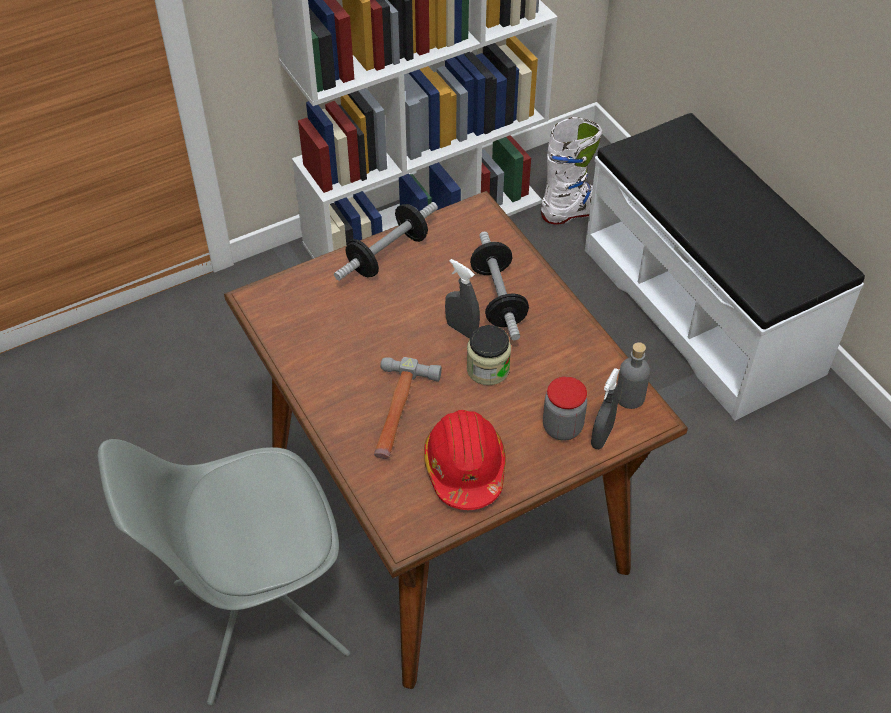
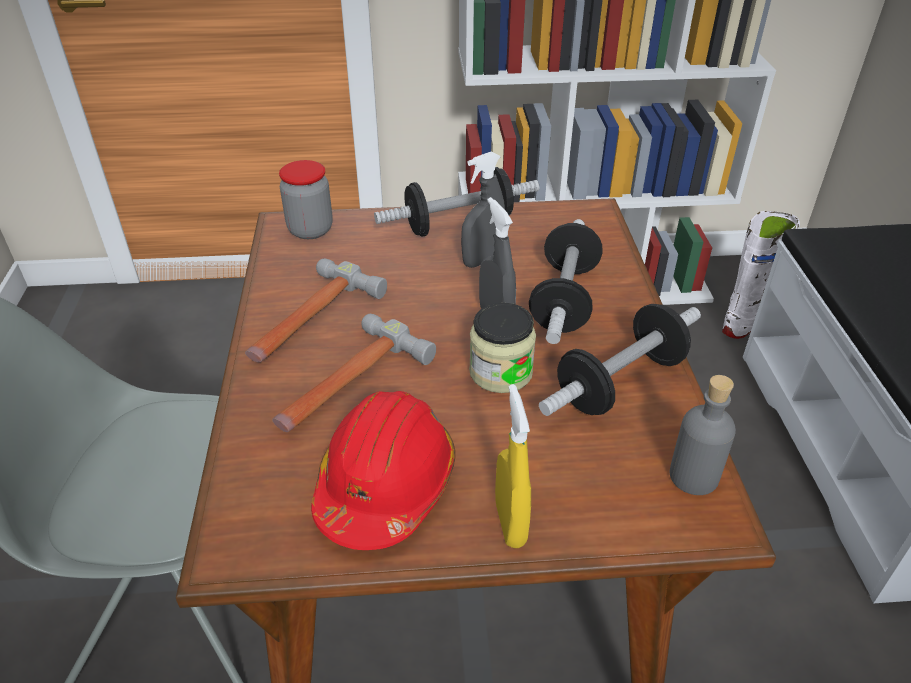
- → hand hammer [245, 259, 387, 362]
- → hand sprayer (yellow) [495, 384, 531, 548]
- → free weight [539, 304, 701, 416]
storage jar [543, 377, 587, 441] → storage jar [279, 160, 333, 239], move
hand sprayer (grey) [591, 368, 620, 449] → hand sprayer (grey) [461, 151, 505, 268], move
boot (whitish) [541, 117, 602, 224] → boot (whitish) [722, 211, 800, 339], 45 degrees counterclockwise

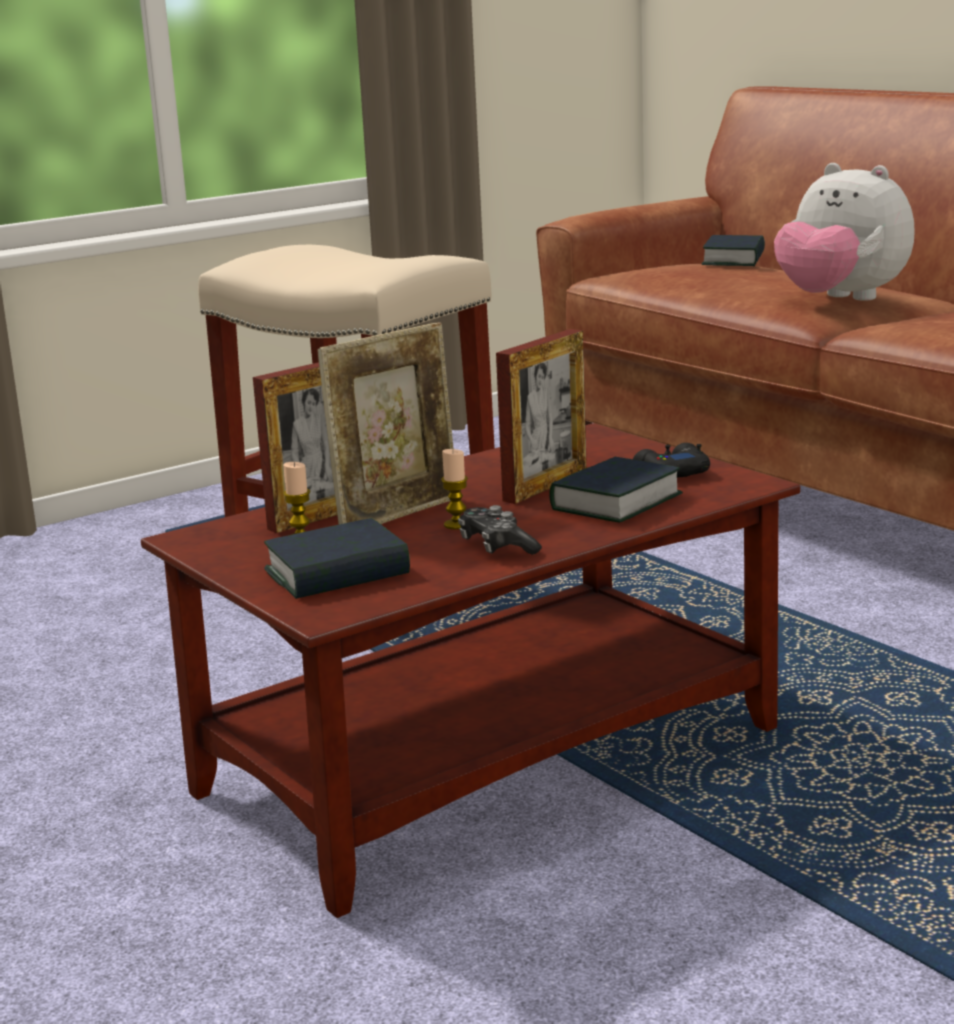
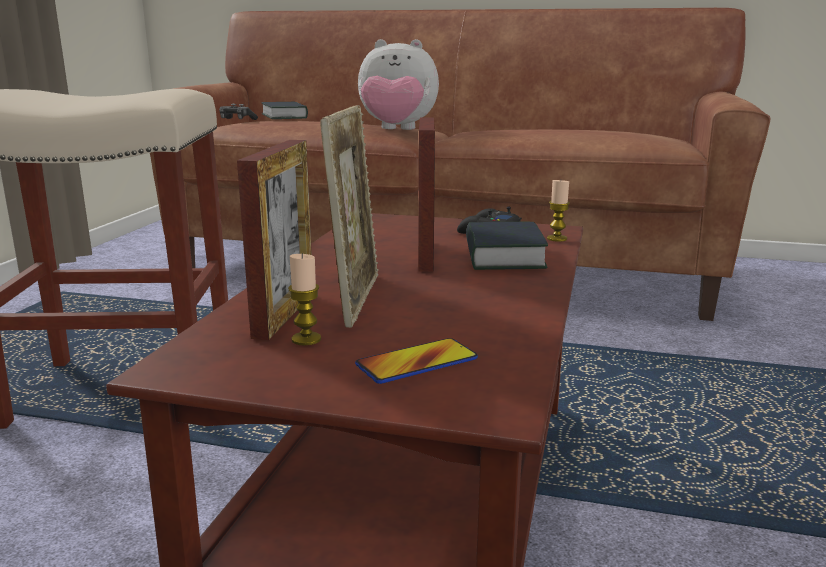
wax candle [441, 449, 468, 530] → wax candle [547, 180, 570, 242], move
gamepad [458, 505, 542, 555] → gamepad [219, 104, 258, 120], move
bound book [264, 518, 410, 599] → phone [355, 338, 478, 384]

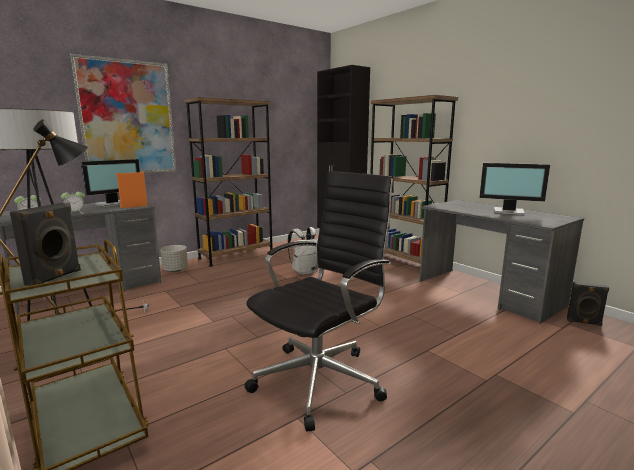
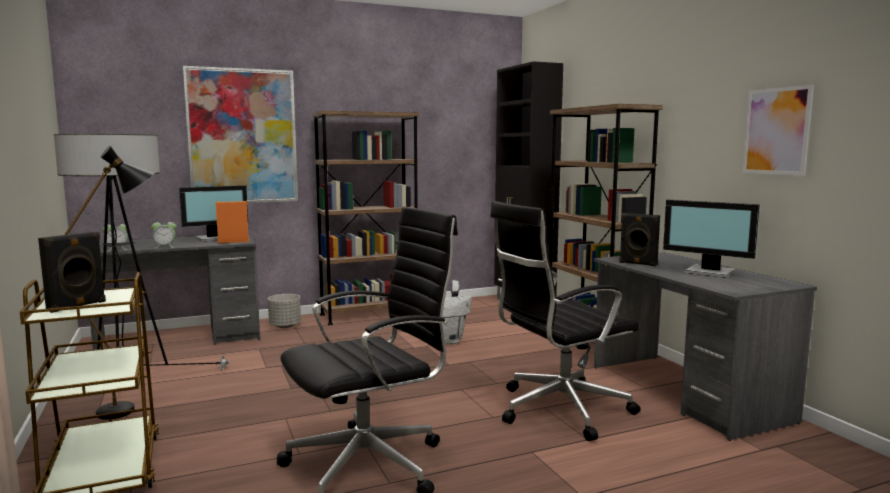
- → computer chair (black) [490, 201, 641, 441]
- → wall picture [742, 85, 814, 176]
loudspeaker (black) [567, 282, 609, 326] → loudspeaker (black) [619, 213, 660, 266], move

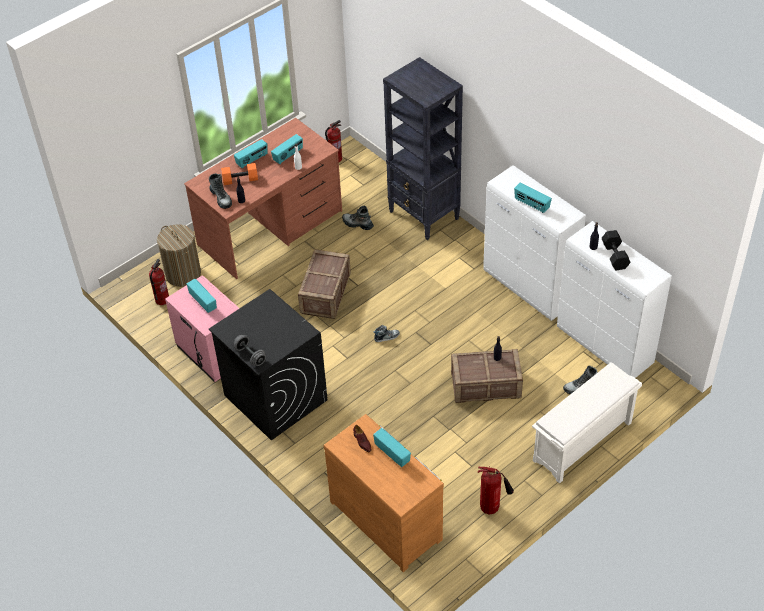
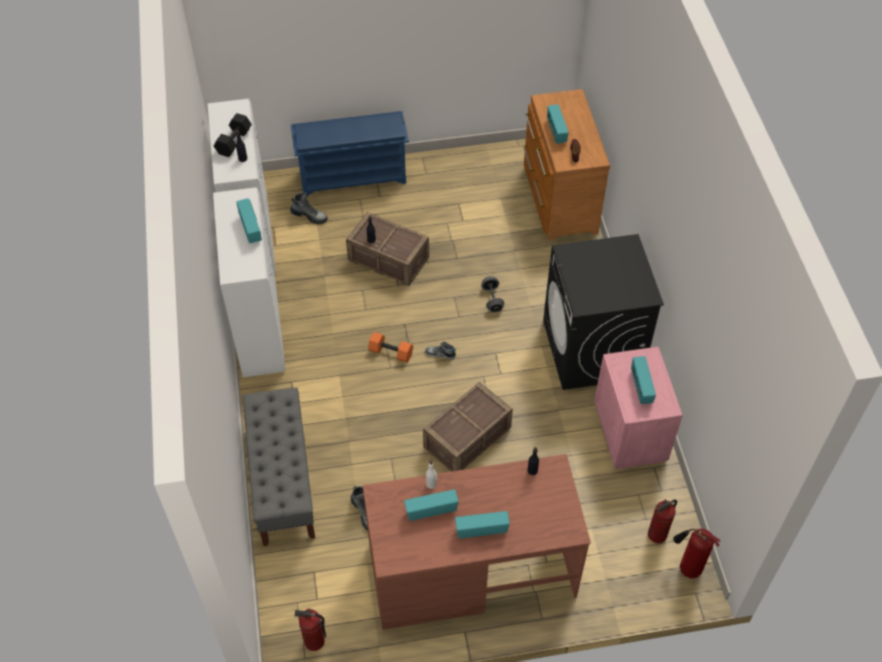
hamper [157, 224, 201, 287] → -
boot [209, 173, 232, 209] → -
free weight (orangey) [221, 163, 258, 185] → free weight (orangey) [368, 332, 413, 363], move
free weight (grey) [233, 335, 266, 366] → free weight (grey) [481, 276, 504, 312], move
fire extinguisher [478, 466, 514, 514] → fire extinguisher [673, 529, 721, 578], move
shelving unit (black) [383, 57, 463, 240] → long seat (grey) [243, 388, 315, 546]
shoe shelf (whitish) [532, 362, 642, 484] → shoe shelf (blue-coloured) [291, 111, 409, 196]

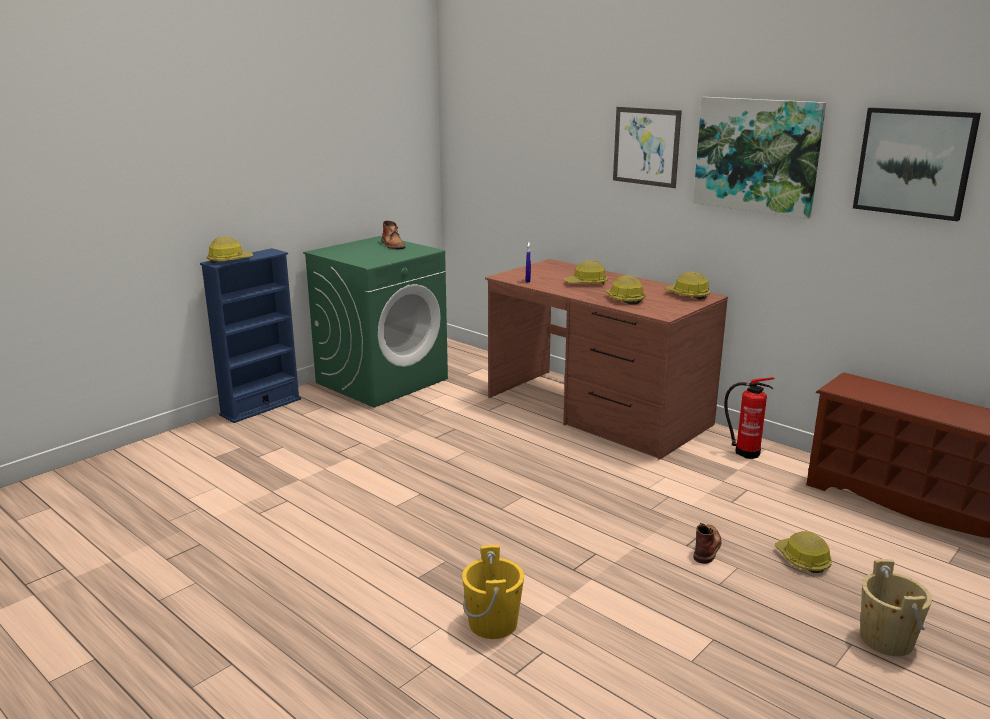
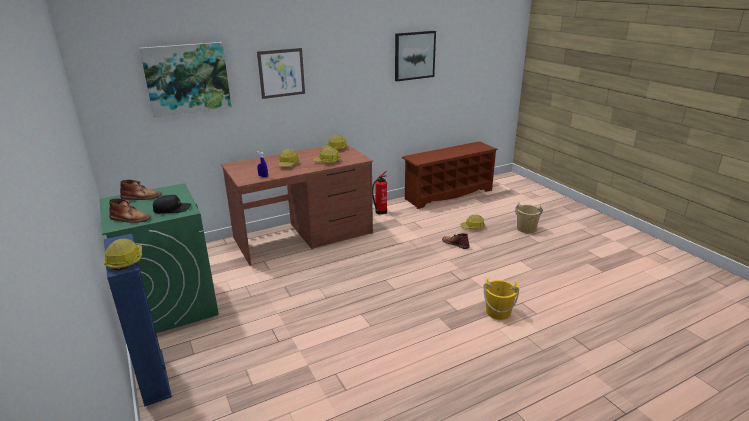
- → boot (brown-coloured) [109, 198, 151, 223]
- → cap (black) [153, 195, 191, 214]
wall picture [693, 97, 826, 219] → wall picture [139, 42, 232, 117], move

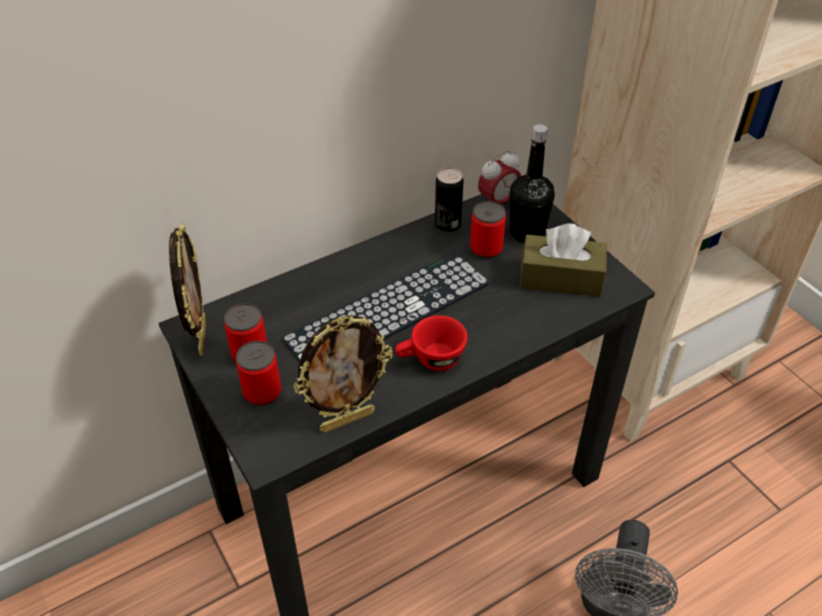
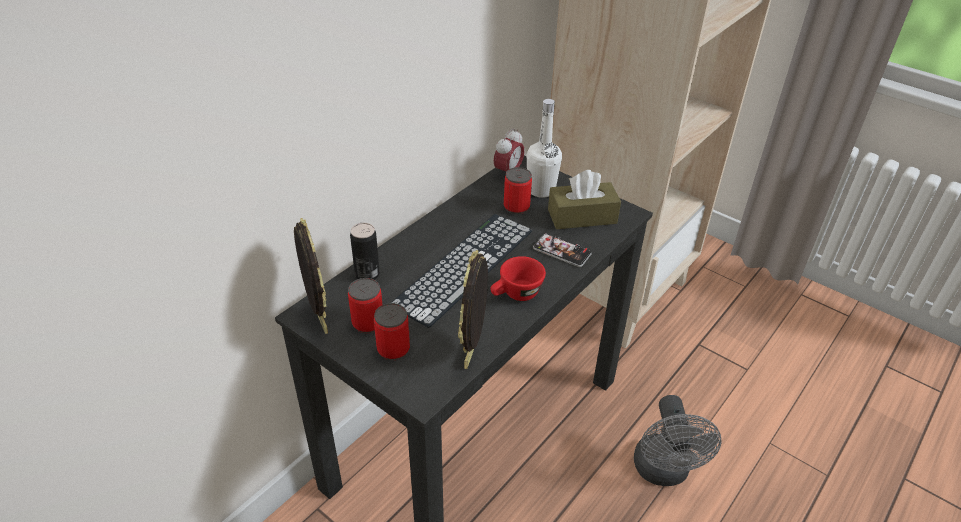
- → phone [533, 233, 592, 267]
metal can [435, 167, 464, 232] → metal can [350, 223, 380, 280], move
drink bottle (black) [510, 124, 555, 243] → drink bottle (whitish) [527, 99, 562, 198]
photo frame [294, 315, 393, 433] → photo frame [458, 250, 488, 369], 150 degrees clockwise

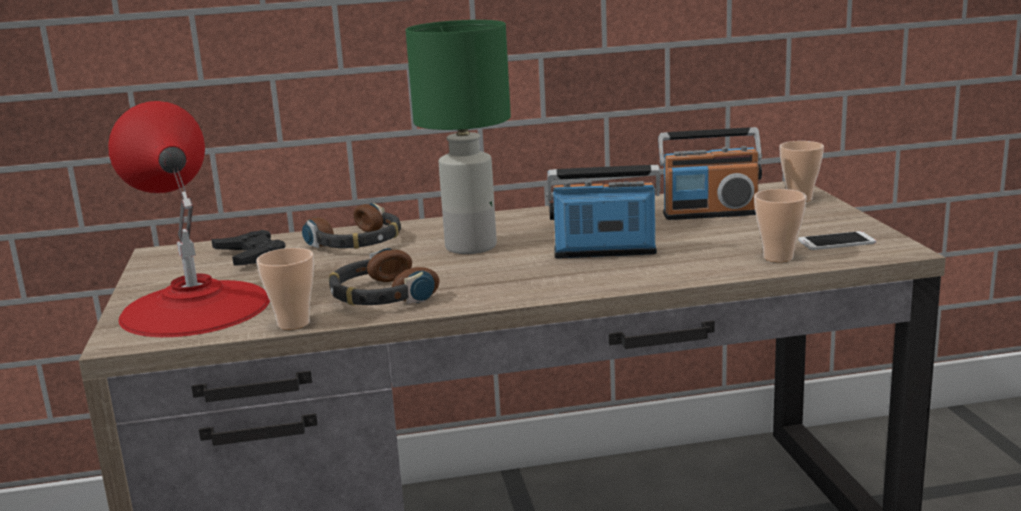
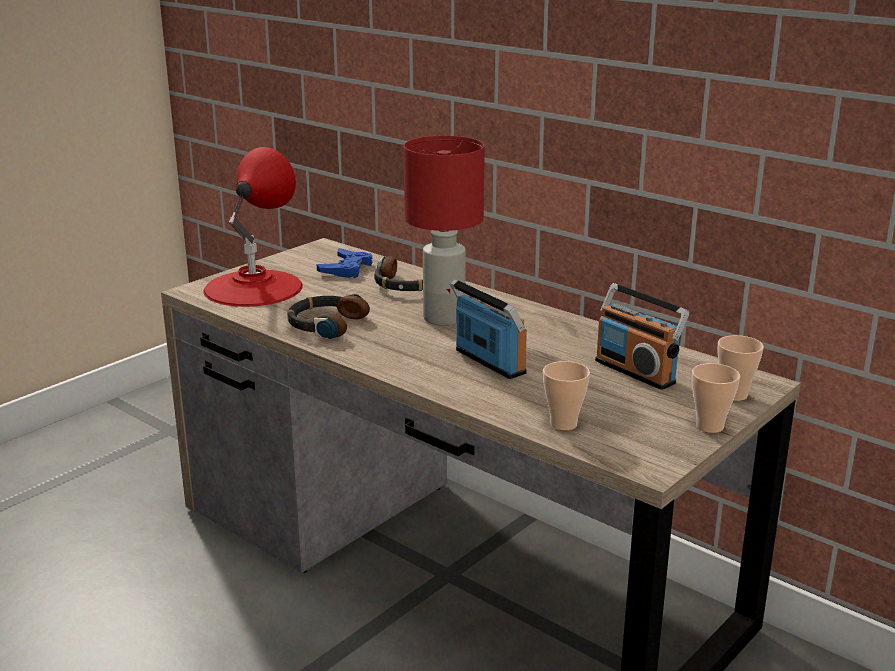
phone [798, 231, 876, 250] → -
drinking cup [256, 248, 314, 330] → drinking cup [692, 363, 740, 433], move
gamepad (black) [211, 230, 286, 266] → gamepad (blue-coloured) [317, 248, 373, 278]
tabletop lamp (greenish) [406, 20, 511, 254] → tabletop lamp (reddish) [404, 136, 485, 326]

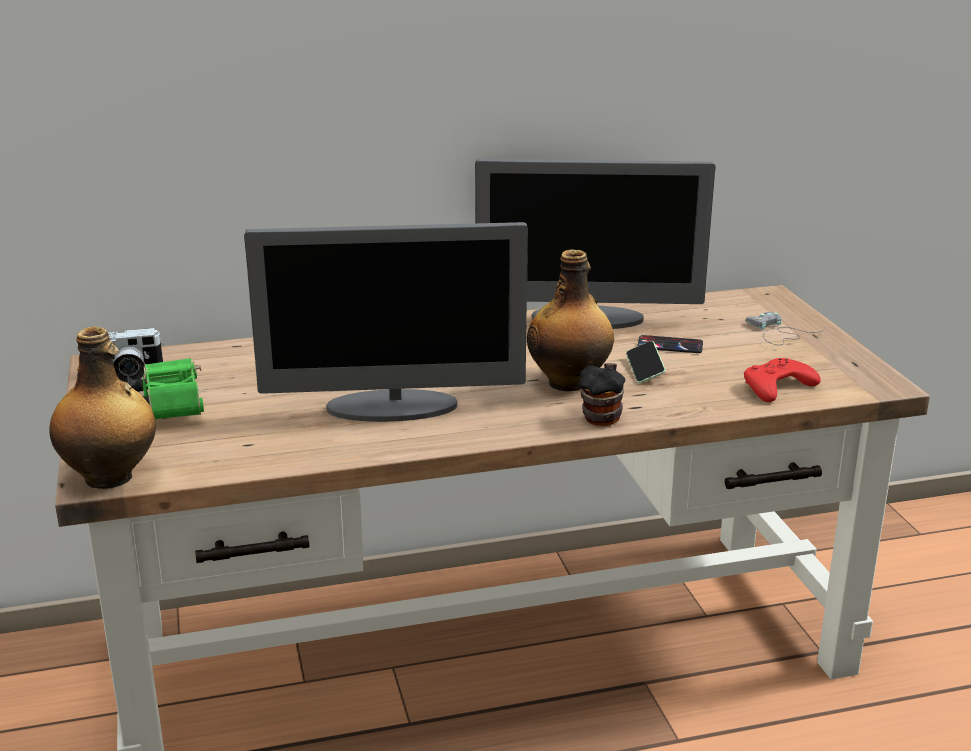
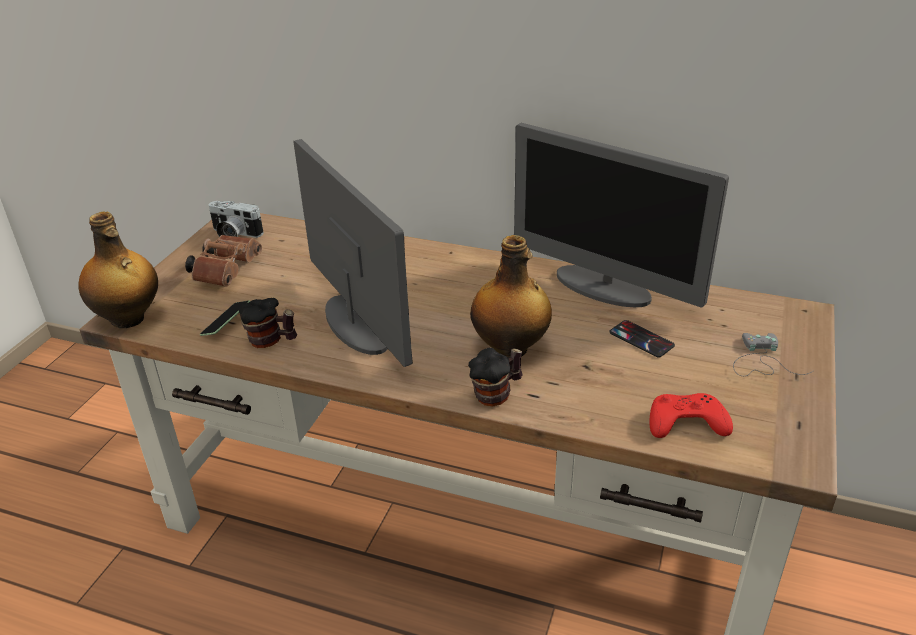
- → tea mug [239, 298, 297, 348]
phone [626, 341, 666, 383] → phone [200, 301, 250, 336], move
binoculars (greenish) [127, 357, 204, 419] → binoculars (brown-coloured) [185, 235, 262, 287]
monitor [244, 222, 528, 422] → monitor [293, 139, 413, 367], 150 degrees counterclockwise

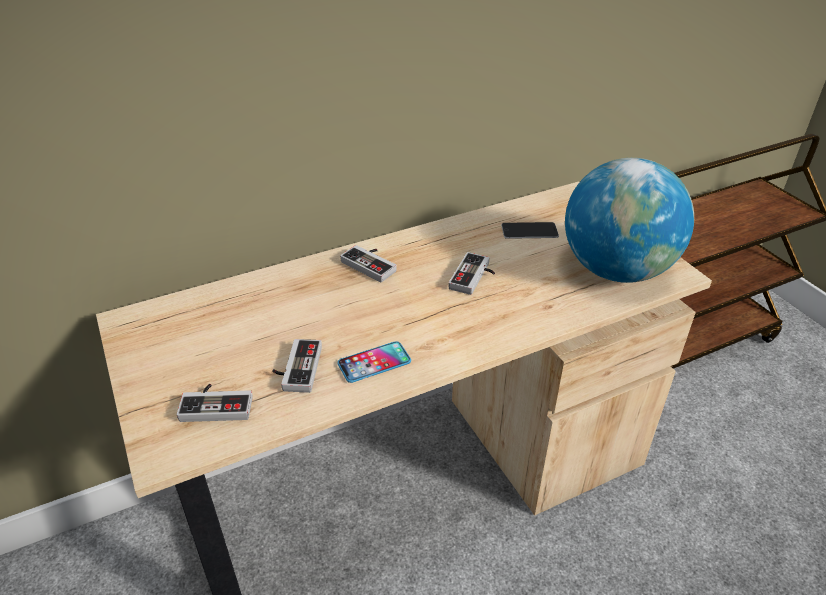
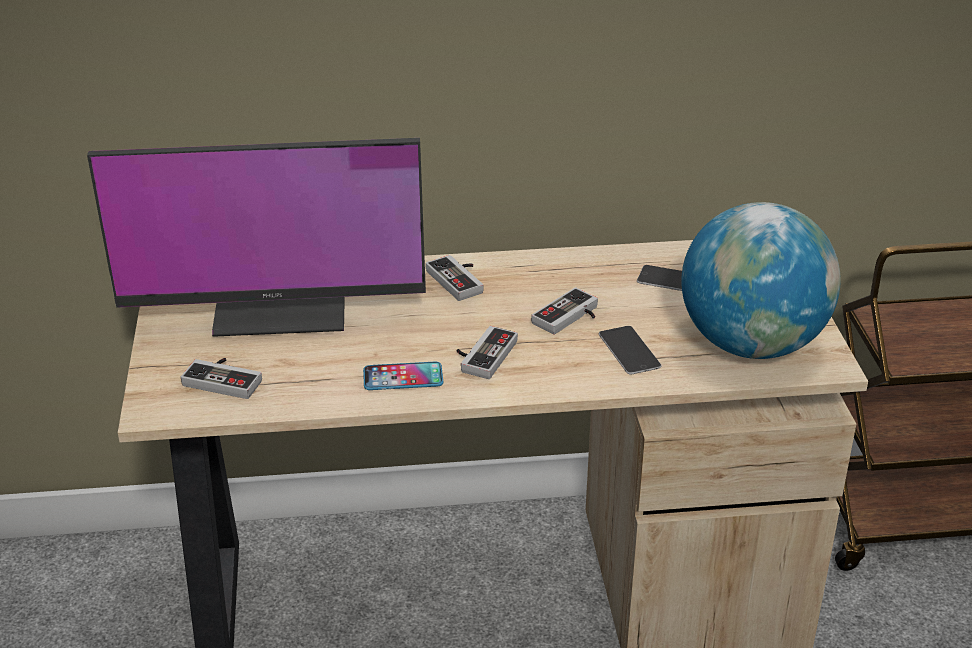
- → monitor [87, 138, 426, 337]
- → phone [599, 326, 662, 375]
gamepad [272, 339, 322, 393] → gamepad [457, 326, 518, 379], move

